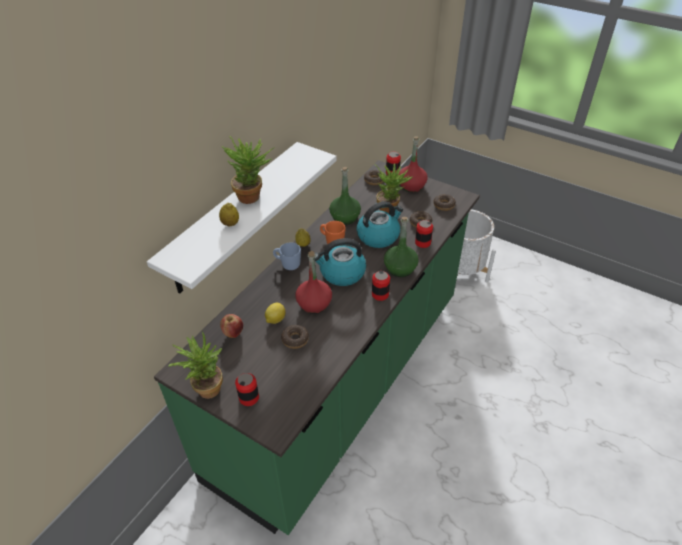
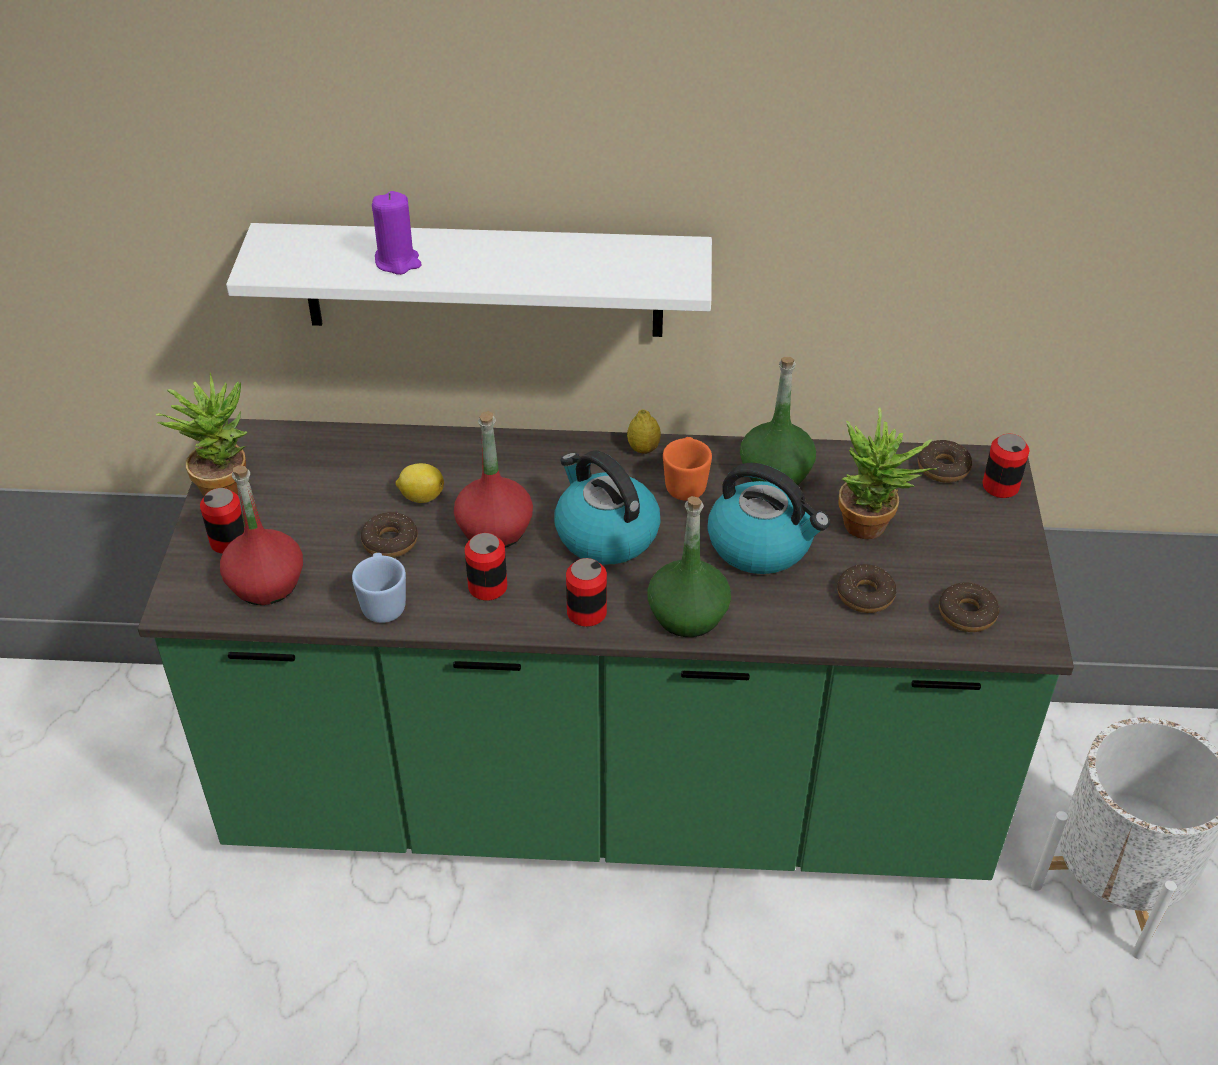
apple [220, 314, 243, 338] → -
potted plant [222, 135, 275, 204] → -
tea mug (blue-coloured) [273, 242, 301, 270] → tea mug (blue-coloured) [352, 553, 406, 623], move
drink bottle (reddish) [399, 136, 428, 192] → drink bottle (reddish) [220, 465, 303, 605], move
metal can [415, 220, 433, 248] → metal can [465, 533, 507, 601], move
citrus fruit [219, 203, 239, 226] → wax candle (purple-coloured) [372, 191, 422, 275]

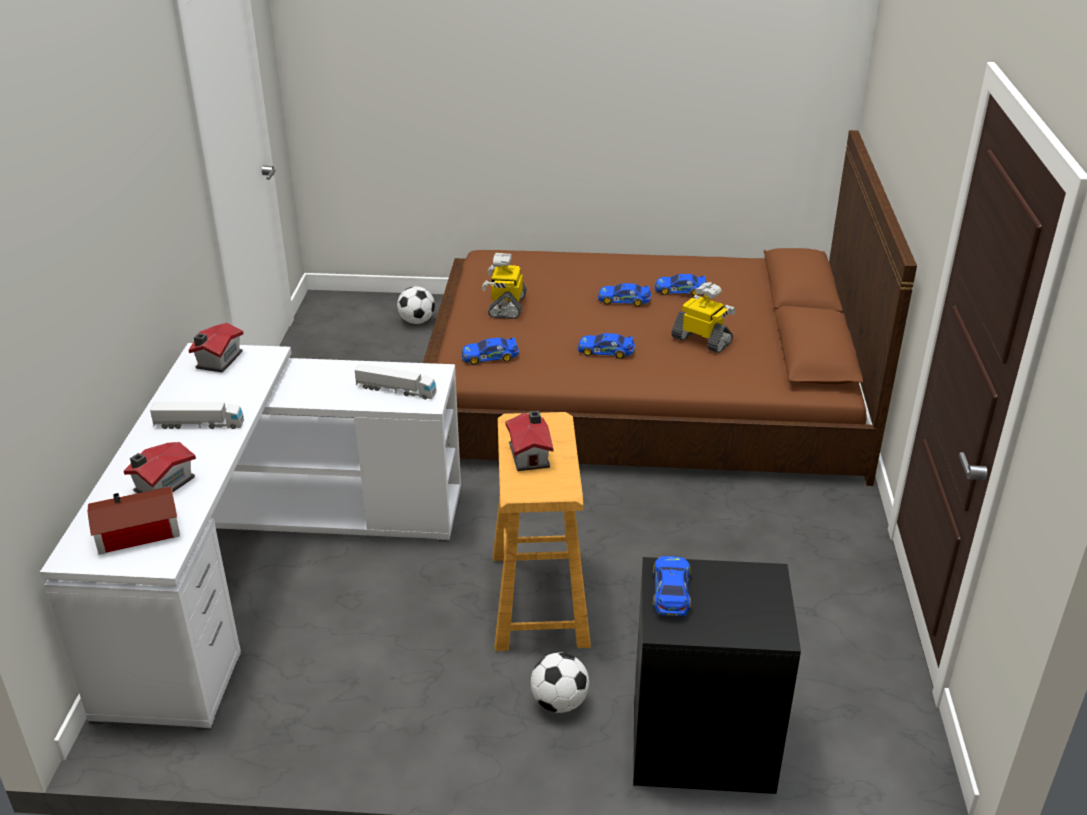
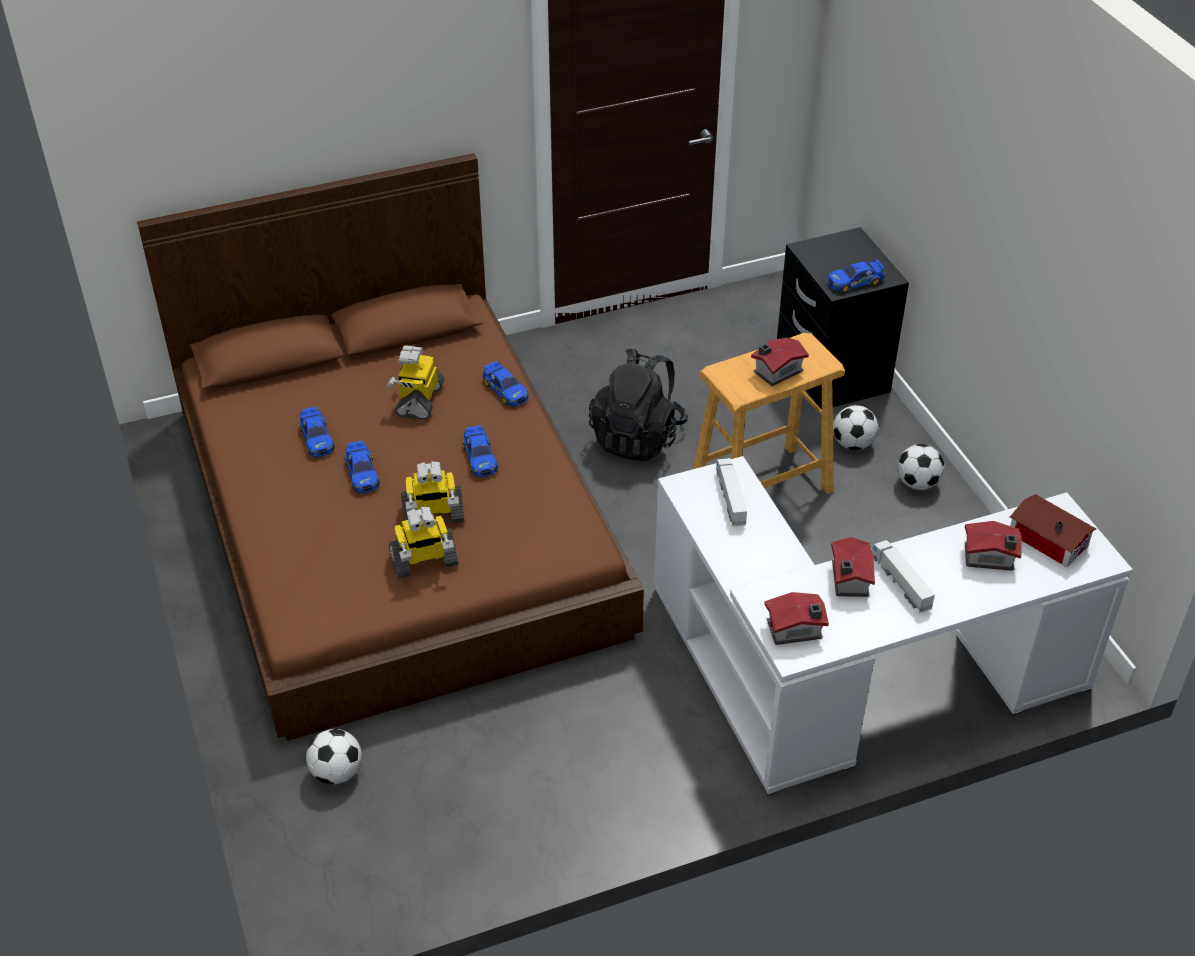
- → toy robot [401, 461, 465, 523]
- → knapsack (black) [589, 349, 688, 462]
- → toy house [831, 537, 875, 597]
- → football [897, 444, 944, 490]
toy car [461, 338, 519, 365] → toy car [483, 361, 528, 407], move

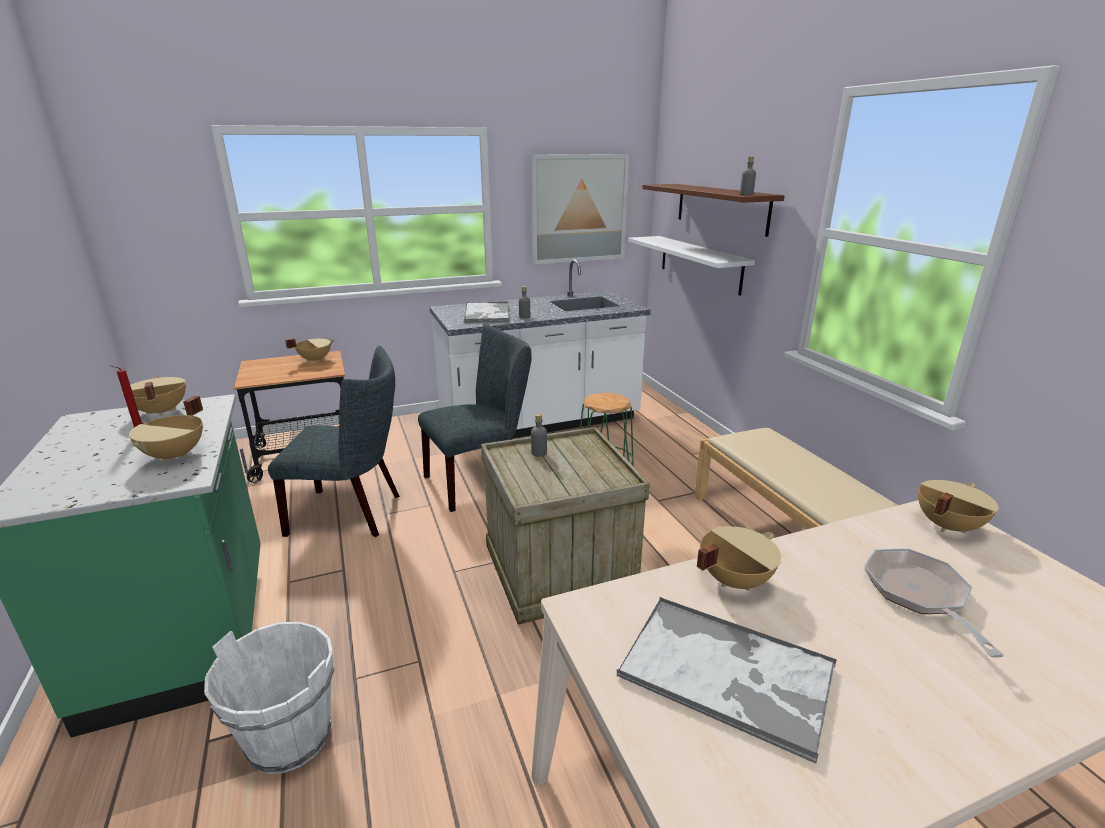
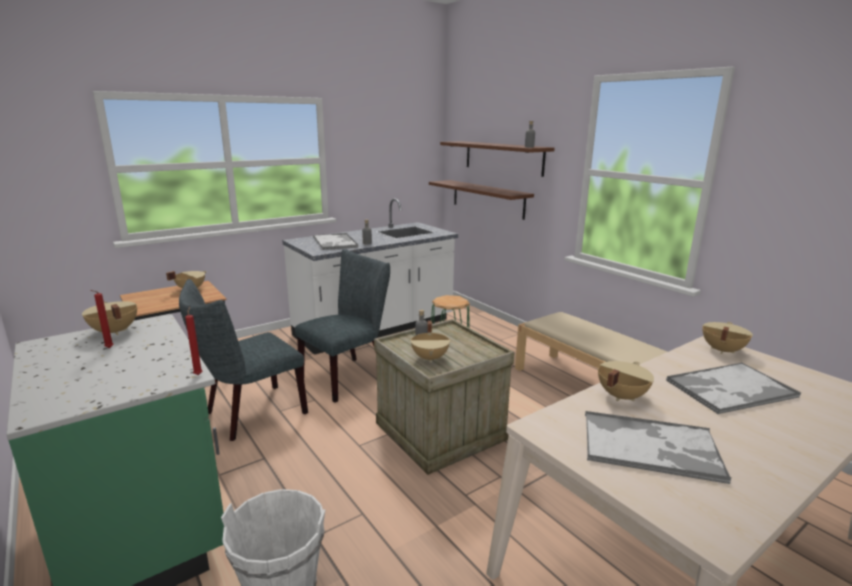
wall picture [530, 154, 629, 265] → -
- → wax candle (reddish) [185, 307, 202, 375]
saucepot (beige) [129, 396, 203, 463] → saucepot (beige) [410, 321, 450, 362], move
pan [864, 549, 1004, 658] → carrying tray [666, 363, 801, 415]
bracket shelf (whitish) [628, 236, 755, 296] → bracket shelf (brown-coloured) [429, 180, 534, 220]
upright chair (grey) [268, 346, 400, 537] → upright chair (grey) [179, 279, 308, 441], 150 degrees clockwise

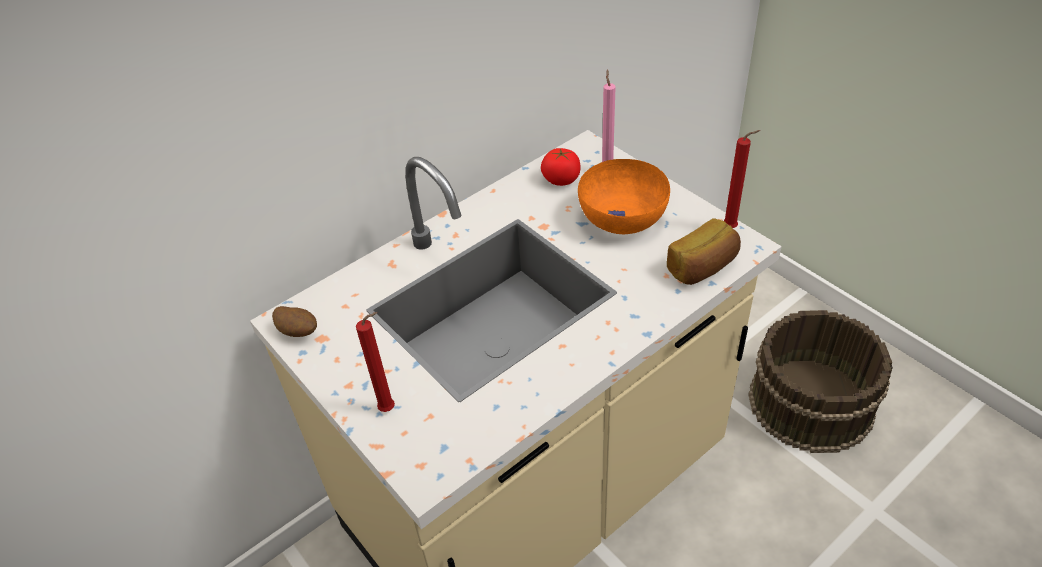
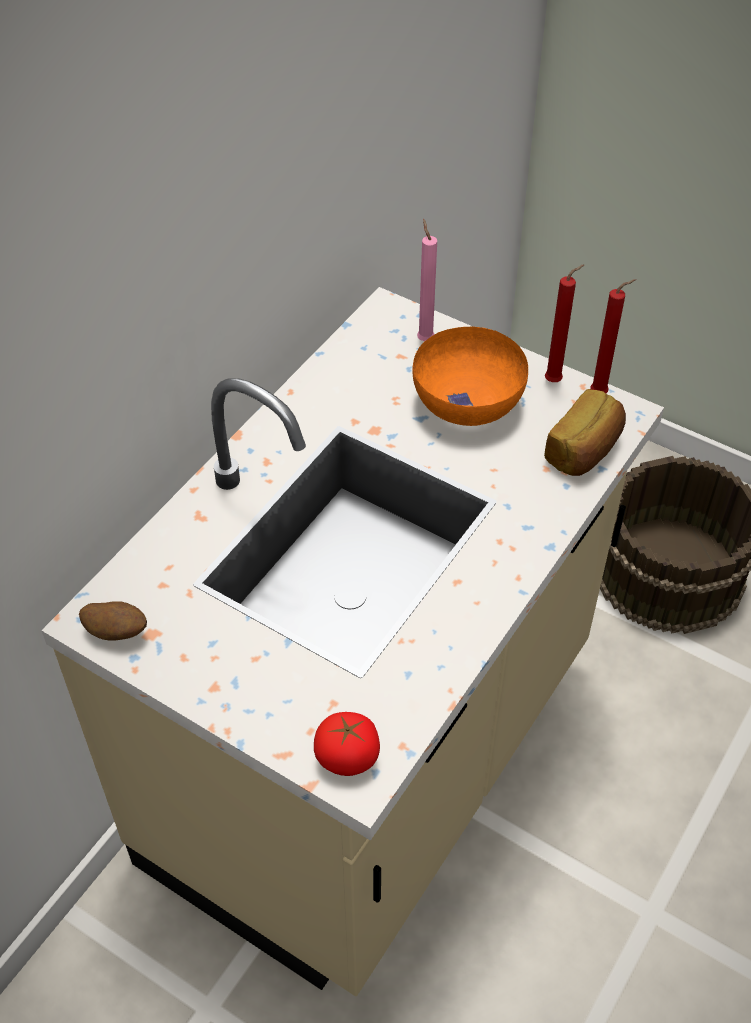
wax candle (reddish) [356, 312, 395, 412] → wax candle (reddish) [545, 264, 584, 382], move
fresh tomato [541, 148, 581, 186] → fresh tomato [314, 712, 380, 776], move

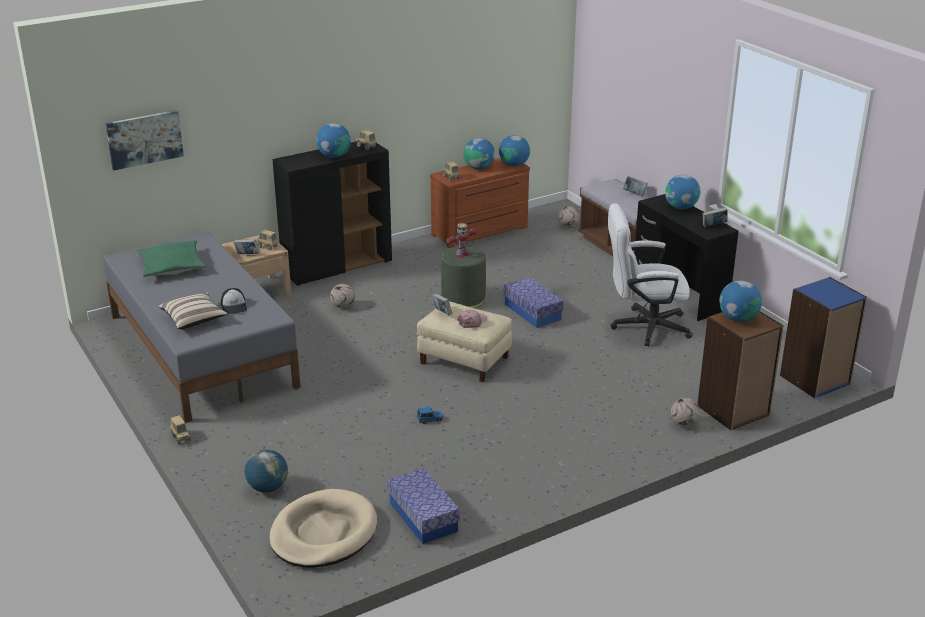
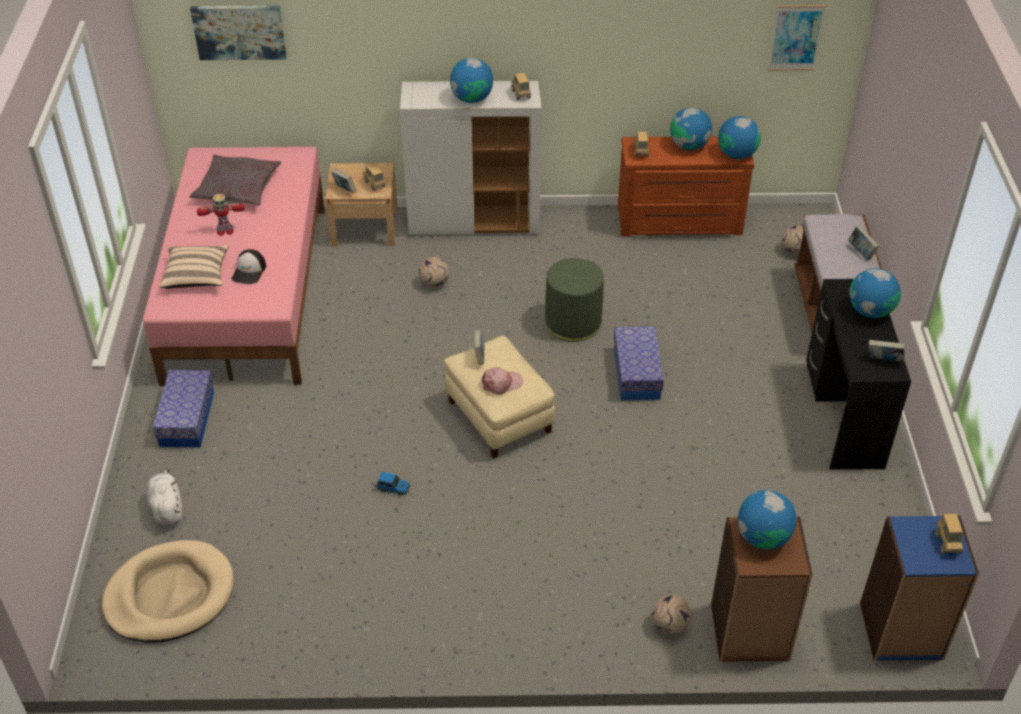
computer chair (whitish) [608, 203, 693, 346] → -
- → wall picture [768, 5, 826, 71]
model truck [170, 415, 191, 444] → model truck [935, 514, 964, 554], move
storage container [388, 468, 460, 544] → storage container [153, 370, 214, 447], move
toy robot [446, 223, 476, 258] → toy robot [197, 194, 245, 236], move
world globe [245, 449, 288, 492] → soft toy (whitish) [146, 468, 182, 527]
bedroom bed (grey) [103, 231, 301, 423] → bedroom bed (pinkish) [143, 147, 325, 386]
throw pillow (greenish) [136, 240, 206, 277] → throw pillow (grey) [189, 154, 281, 206]
cabinet (black) [273, 141, 392, 286] → cabinet (whitish) [400, 81, 542, 235]

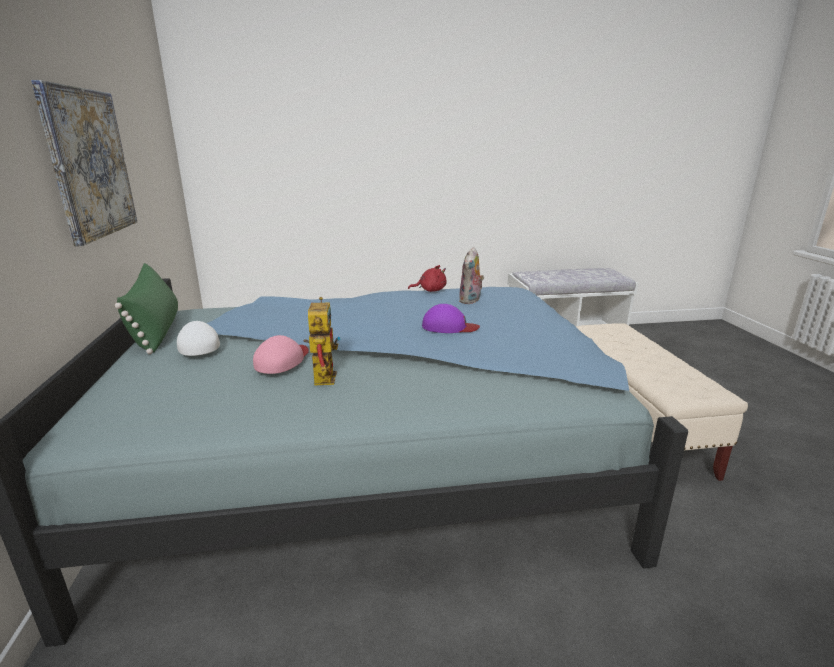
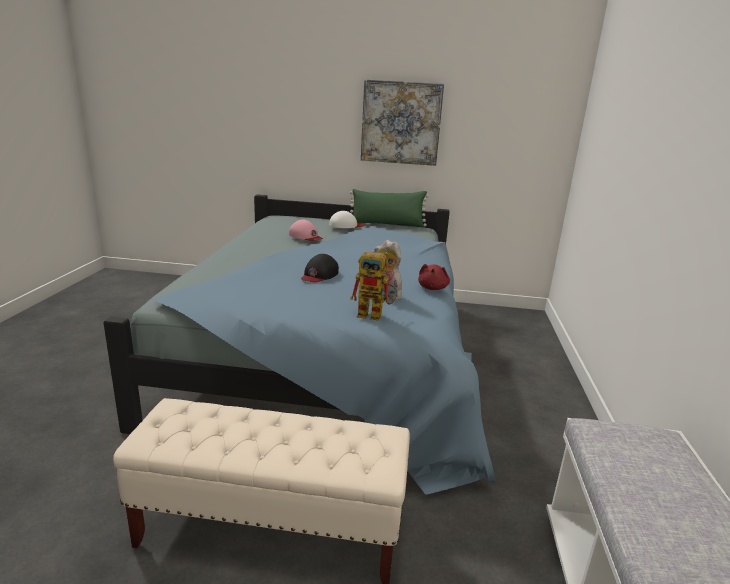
toy robot [303, 297, 340, 385] → toy robot [350, 251, 397, 321], move
cap (purple-coloured) [422, 304, 480, 333] → cap (black) [301, 254, 339, 282]

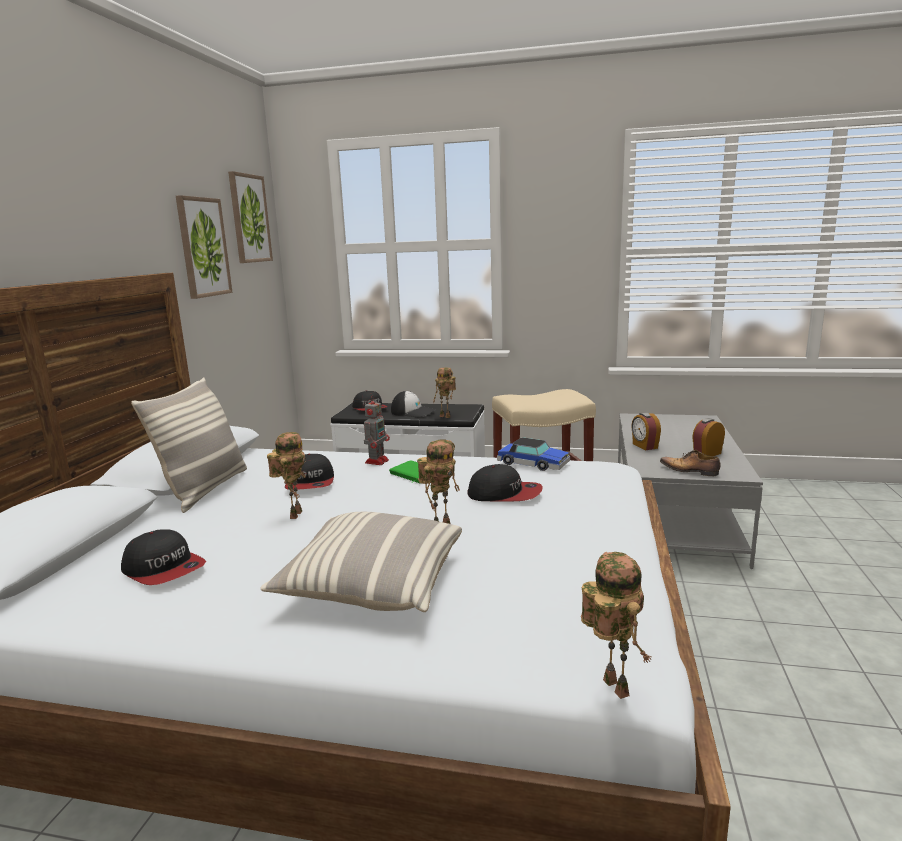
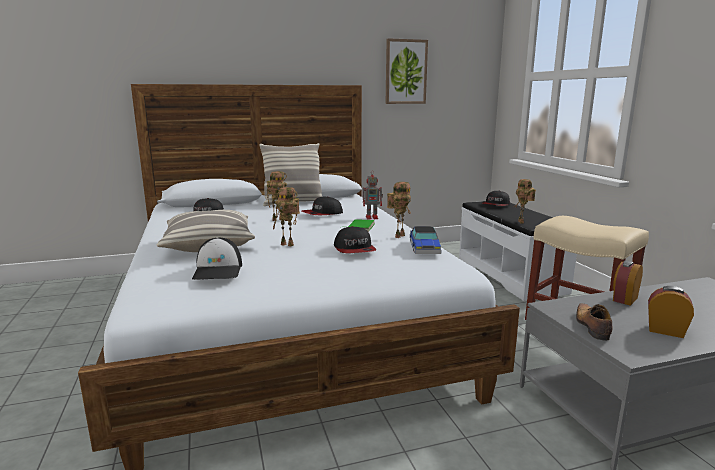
wall picture [228, 171, 273, 263] → -
cap [391, 391, 436, 417] → cap [192, 238, 242, 280], move
toy robot [581, 552, 651, 699] → toy robot [387, 182, 411, 238], move

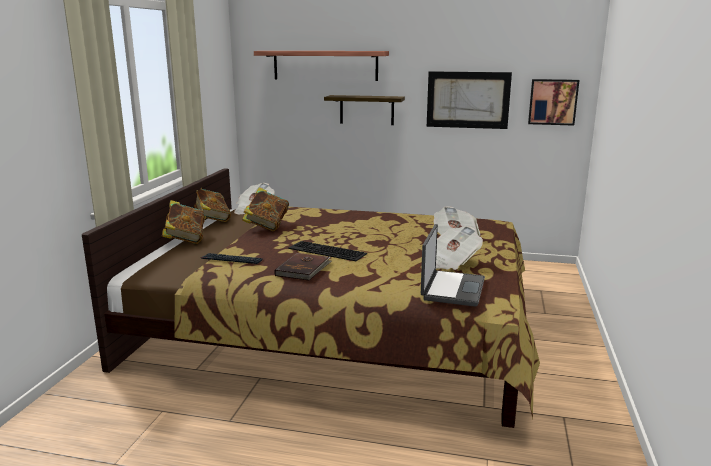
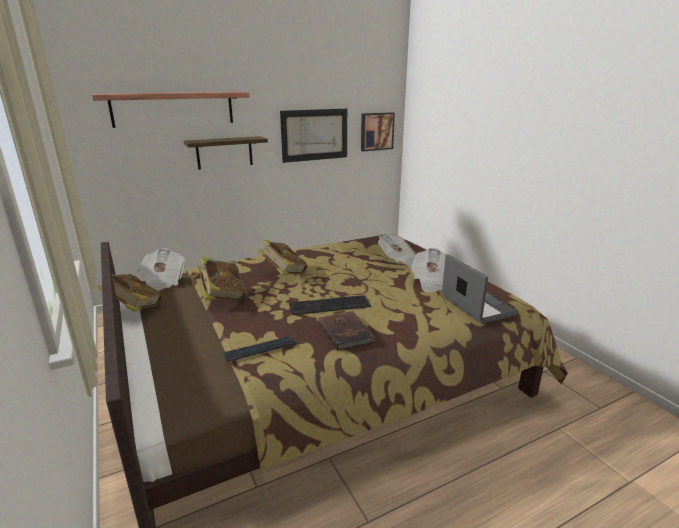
bound book [162, 200, 205, 244] → bound book [258, 240, 308, 275], move

